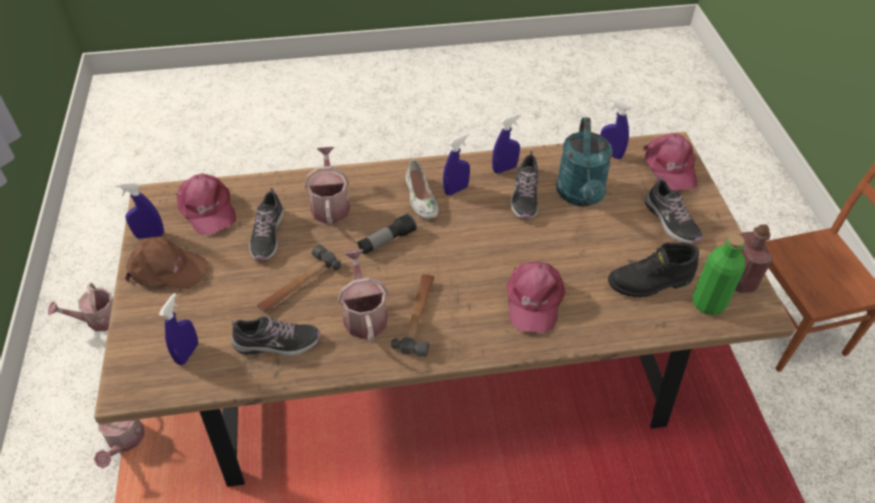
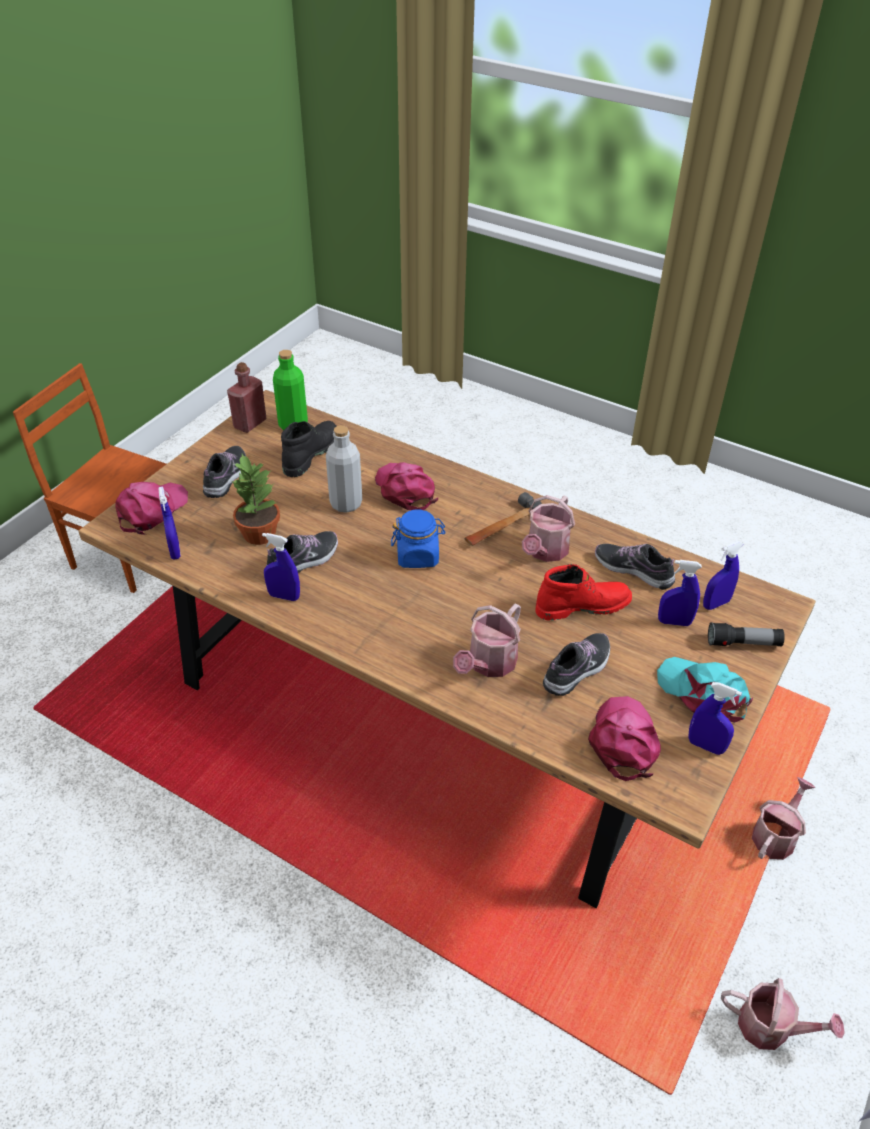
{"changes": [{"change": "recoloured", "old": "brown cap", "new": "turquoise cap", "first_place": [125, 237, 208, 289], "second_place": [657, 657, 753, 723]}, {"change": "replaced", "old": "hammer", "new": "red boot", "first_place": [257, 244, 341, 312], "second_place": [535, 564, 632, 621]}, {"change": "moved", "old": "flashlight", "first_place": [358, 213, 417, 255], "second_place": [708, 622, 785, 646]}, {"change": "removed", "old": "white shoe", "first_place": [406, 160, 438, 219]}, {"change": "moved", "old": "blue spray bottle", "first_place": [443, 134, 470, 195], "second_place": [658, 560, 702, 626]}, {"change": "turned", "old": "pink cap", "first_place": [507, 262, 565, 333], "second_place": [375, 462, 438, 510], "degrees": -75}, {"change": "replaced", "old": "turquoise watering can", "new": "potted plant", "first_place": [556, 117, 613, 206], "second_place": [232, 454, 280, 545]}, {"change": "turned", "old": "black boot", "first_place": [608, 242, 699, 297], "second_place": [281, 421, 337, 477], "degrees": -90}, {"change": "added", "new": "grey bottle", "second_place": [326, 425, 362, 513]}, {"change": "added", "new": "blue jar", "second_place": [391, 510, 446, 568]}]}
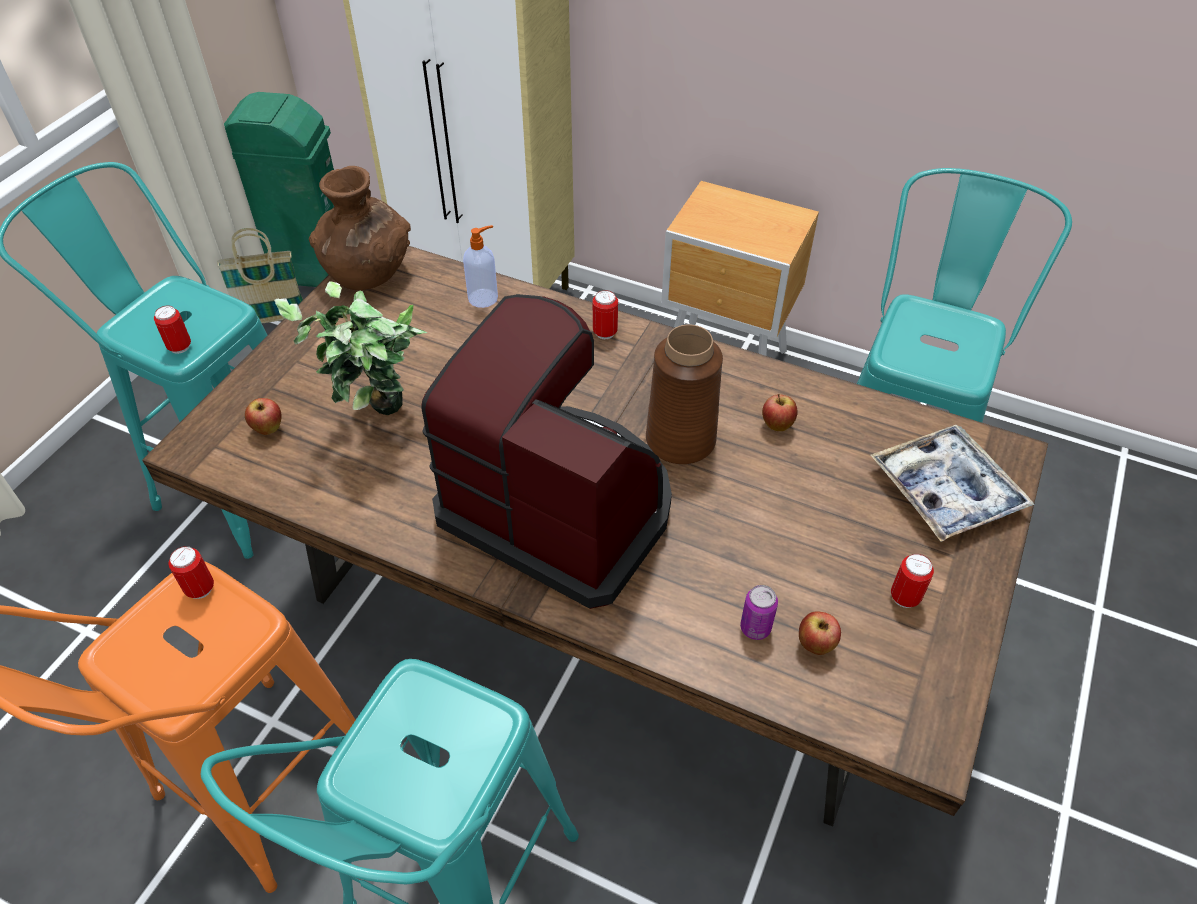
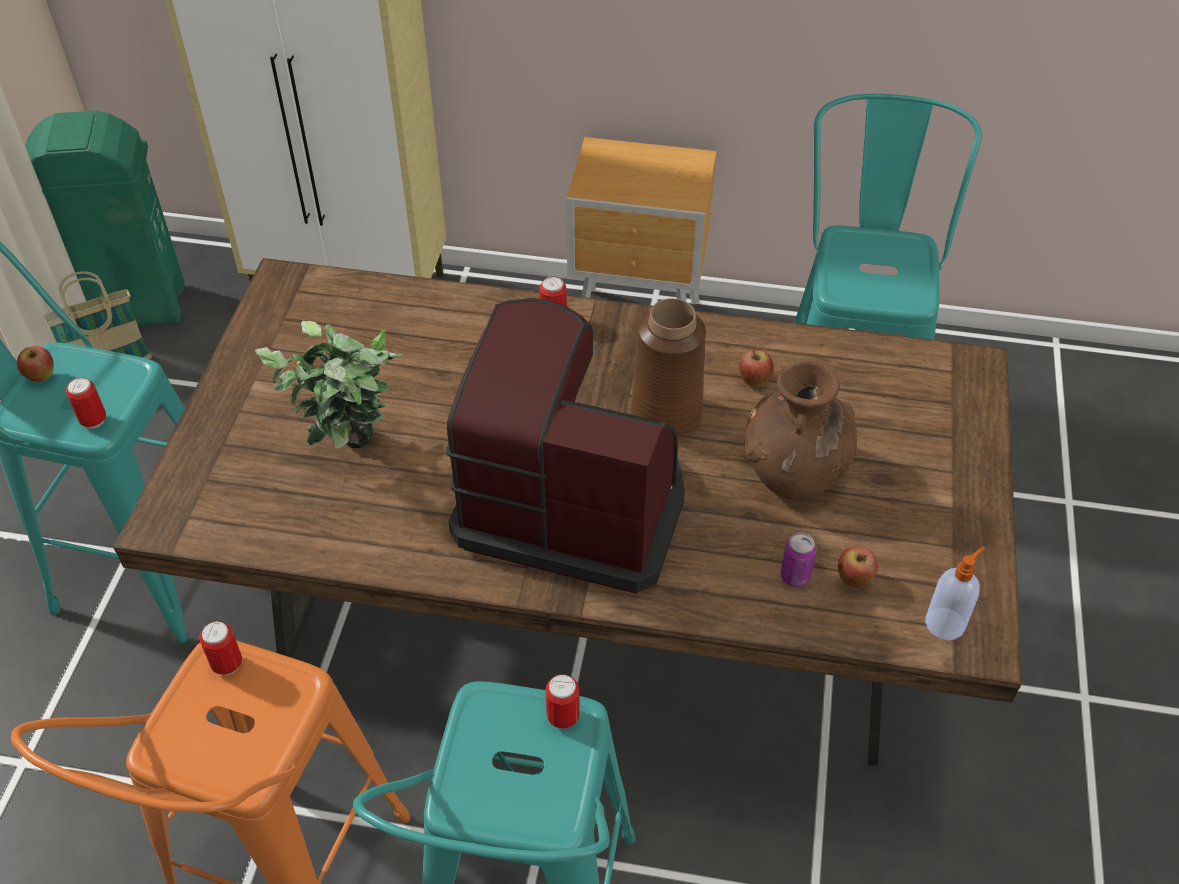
{"changes": [{"change": "moved", "old": "apple", "first_place": [245, 398, 281, 435], "second_place": [17, 346, 54, 382]}, {"change": "moved", "old": "brown vase", "first_place": [309, 166, 411, 290], "second_place": [745, 359, 857, 500]}, {"change": "moved", "old": "soap dispenser", "first_place": [463, 225, 498, 308], "second_place": [925, 546, 985, 640]}, {"change": "removed", "old": "tray", "first_place": [871, 425, 1034, 542]}, {"change": "moved", "old": "can", "first_place": [891, 554, 934, 608], "second_place": [546, 674, 580, 729]}]}
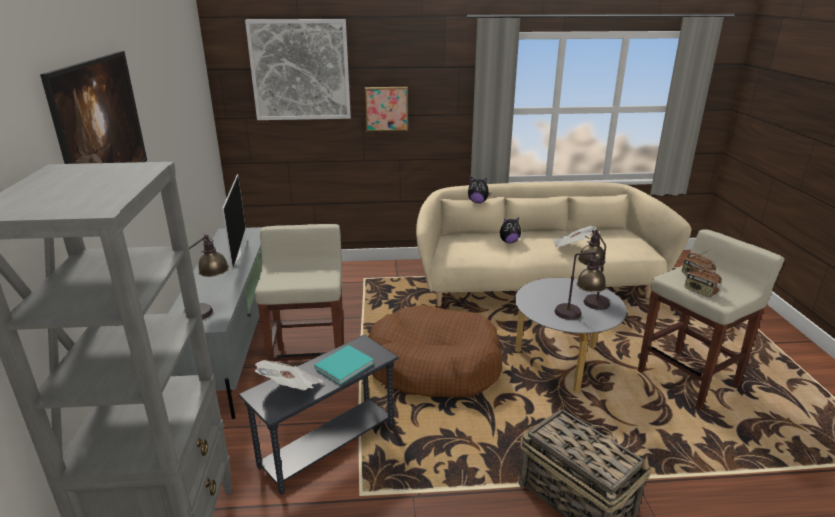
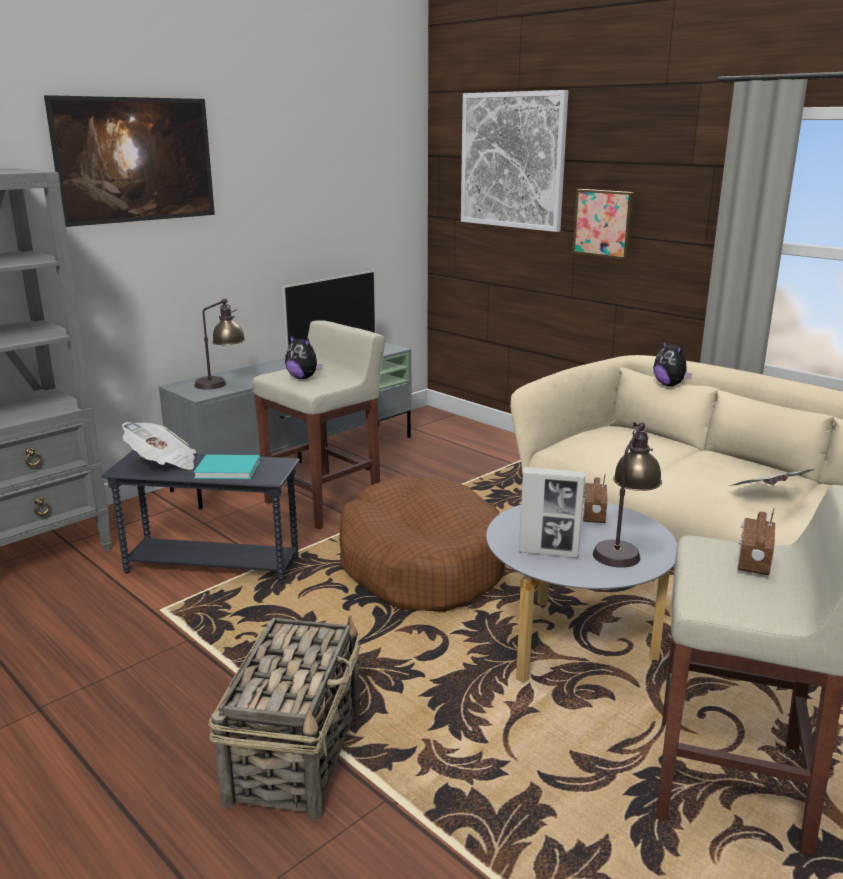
{"changes": [{"change": "moved", "old": "plush toy", "first_place": [500, 218, 521, 243], "second_place": [285, 335, 323, 379]}, {"change": "replaced", "old": "table lamp", "new": "picture frame", "first_place": [555, 251, 606, 320], "second_place": [519, 467, 586, 558]}, {"change": "moved", "old": "radio", "first_place": [685, 261, 722, 297], "second_place": [583, 472, 607, 523]}]}
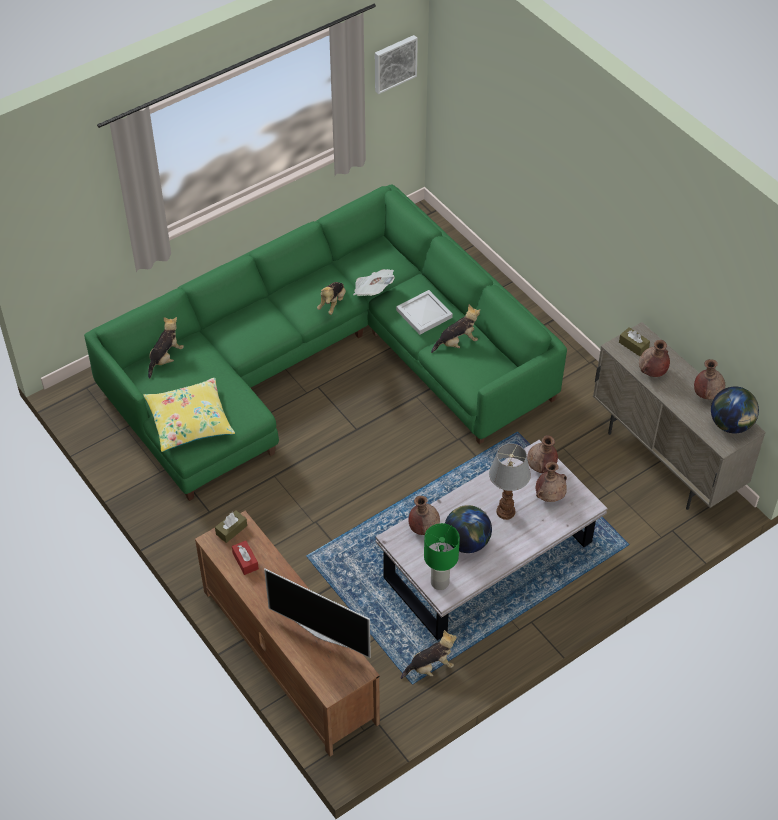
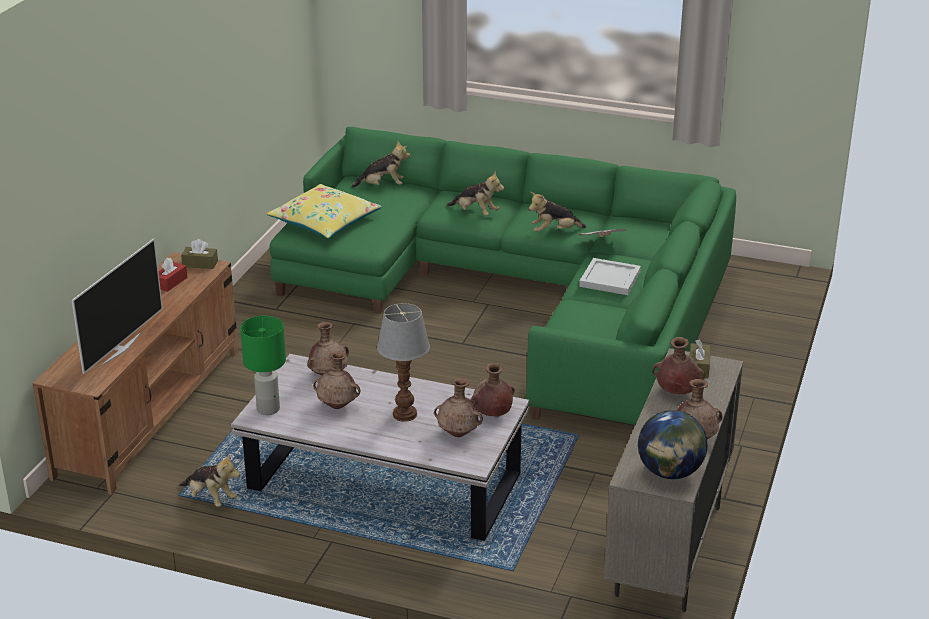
{"changes": [{"change": "turned", "old": "television", "first_place": [264, 569, 371, 658], "second_place": [72, 238, 163, 374], "degrees": -150}, {"change": "removed", "old": "picture", "first_place": [375, 35, 418, 94]}, {"change": "moved", "old": "plush toy", "first_place": [431, 305, 480, 353], "second_place": [447, 171, 504, 216]}, {"change": "replaced", "old": "globe", "new": "brown vase", "first_place": [445, 505, 492, 553], "second_place": [313, 352, 360, 409]}]}
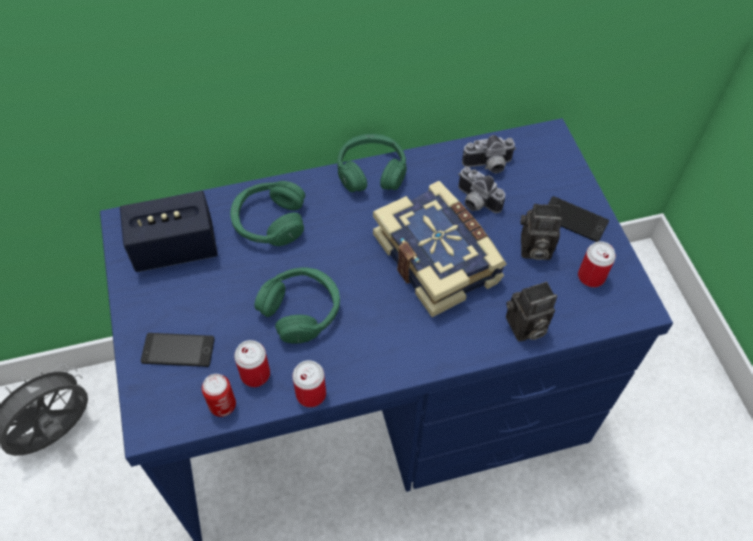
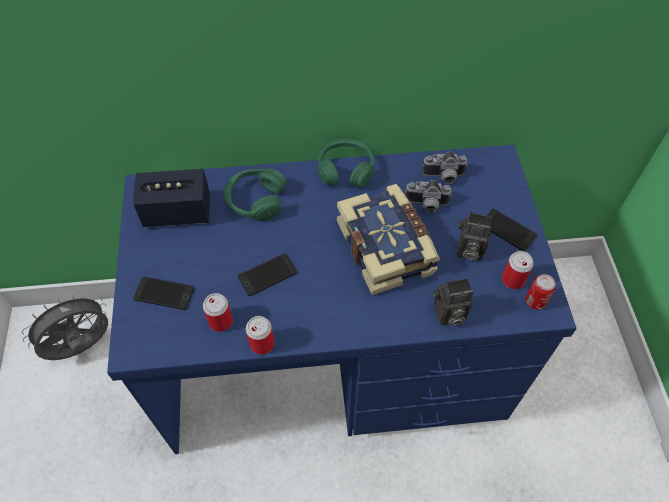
{"changes": [{"change": "moved", "old": "can", "first_place": [202, 374, 236, 417], "second_place": [526, 274, 556, 310]}, {"change": "replaced", "old": "green headphones", "new": "phone", "first_place": [254, 267, 340, 344], "second_place": [238, 253, 297, 296]}, {"change": "turned", "old": "photo camera", "first_place": [458, 167, 505, 213], "second_place": [405, 180, 452, 213], "degrees": -45}]}
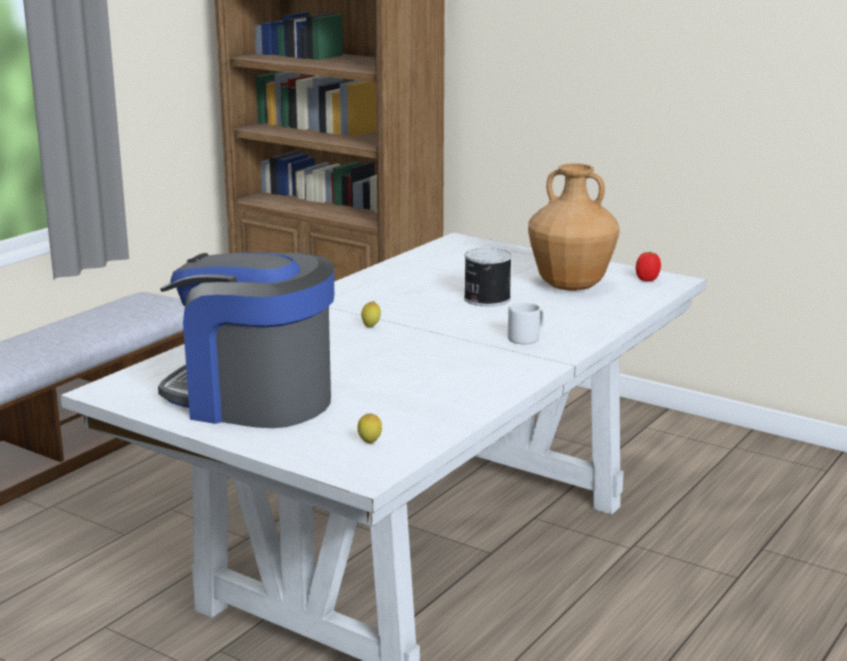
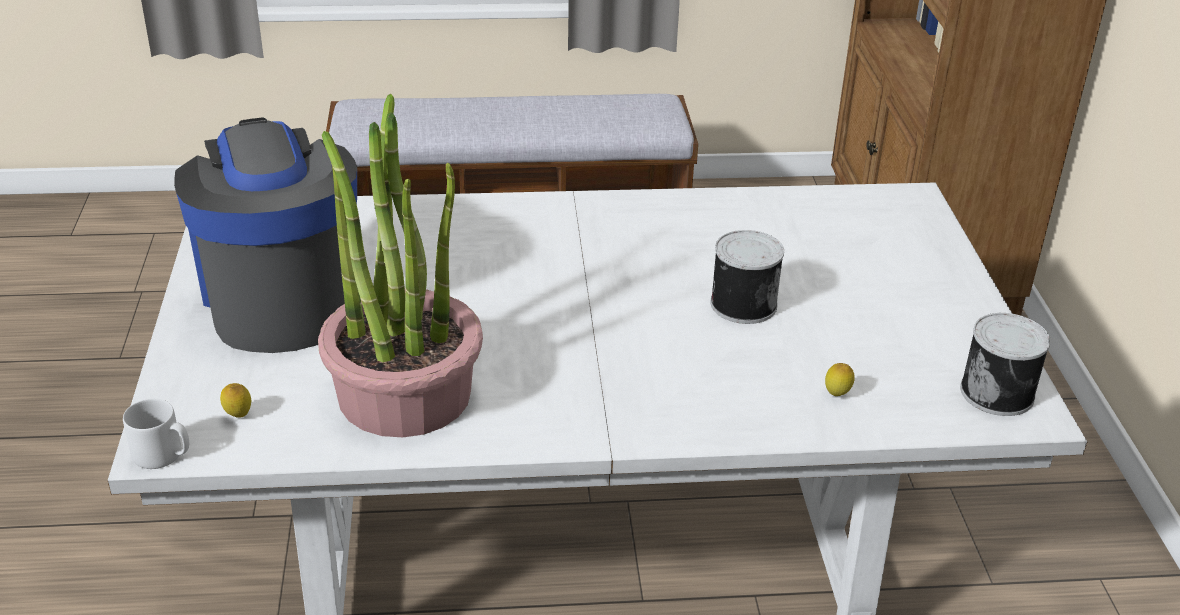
{"changes": [{"change": "moved", "old": "lemon", "first_place": [361, 301, 381, 327], "second_place": [825, 363, 855, 396]}, {"change": "moved", "old": "grey mug", "first_place": [508, 302, 544, 344], "second_place": [123, 399, 189, 469]}, {"change": "removed", "old": "brown vase", "first_place": [528, 163, 620, 291]}, {"change": "replaced", "old": "tomato", "new": "can", "first_place": [636, 251, 661, 281], "second_place": [960, 313, 1051, 416]}, {"change": "added", "new": "potted plant", "second_place": [318, 94, 483, 437]}]}
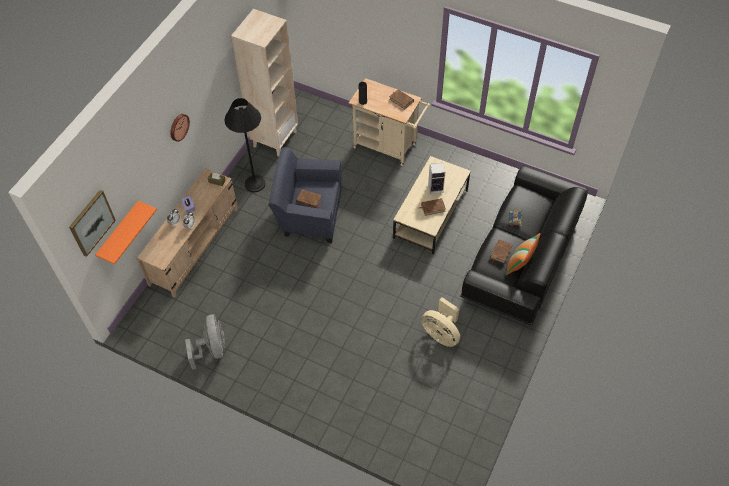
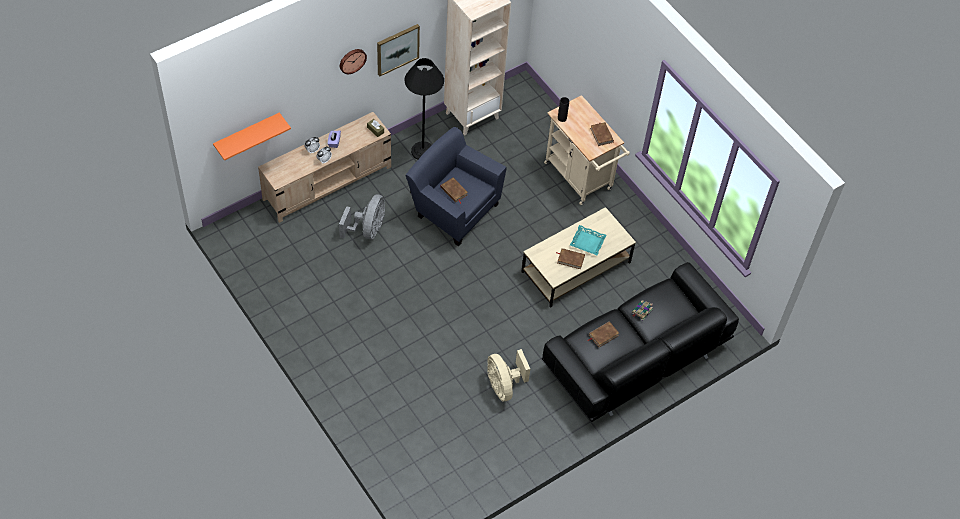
{"changes": [{"change": "moved", "old": "picture", "first_place": [69, 190, 116, 257], "second_place": [377, 24, 420, 76]}, {"change": "moved", "old": "grey fan", "first_place": [185, 314, 225, 370], "second_place": [339, 194, 385, 239]}, {"change": "replaced", "old": "speaker", "new": "turquoise tray", "first_place": [428, 163, 445, 194], "second_place": [570, 225, 607, 255]}, {"change": "removed", "old": "pillow", "first_place": [505, 233, 541, 276]}]}
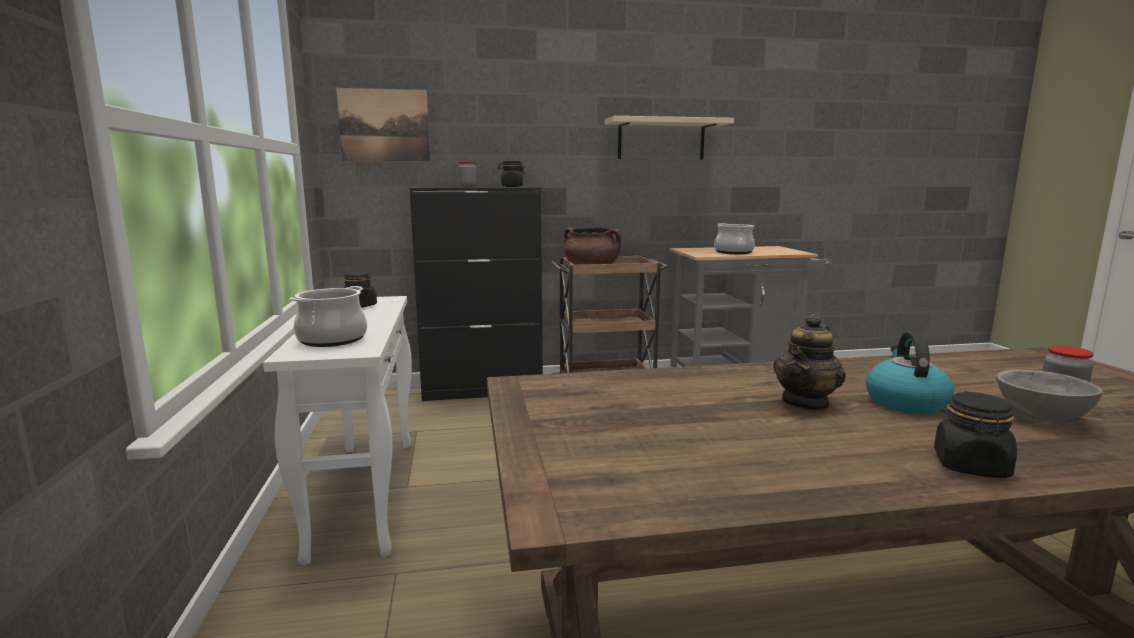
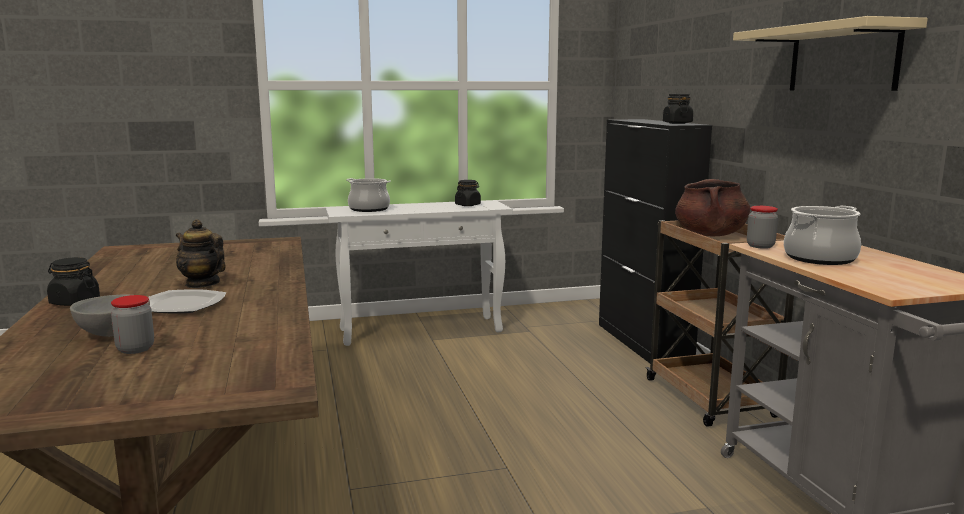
{"changes": [{"change": "removed", "old": "picture", "first_place": [336, 88, 430, 161]}, {"change": "moved", "old": "jar", "first_place": [459, 161, 477, 187], "second_place": [747, 206, 778, 249]}, {"change": "replaced", "old": "kettle", "new": "plate", "first_place": [866, 331, 954, 414], "second_place": [148, 289, 226, 313]}]}
